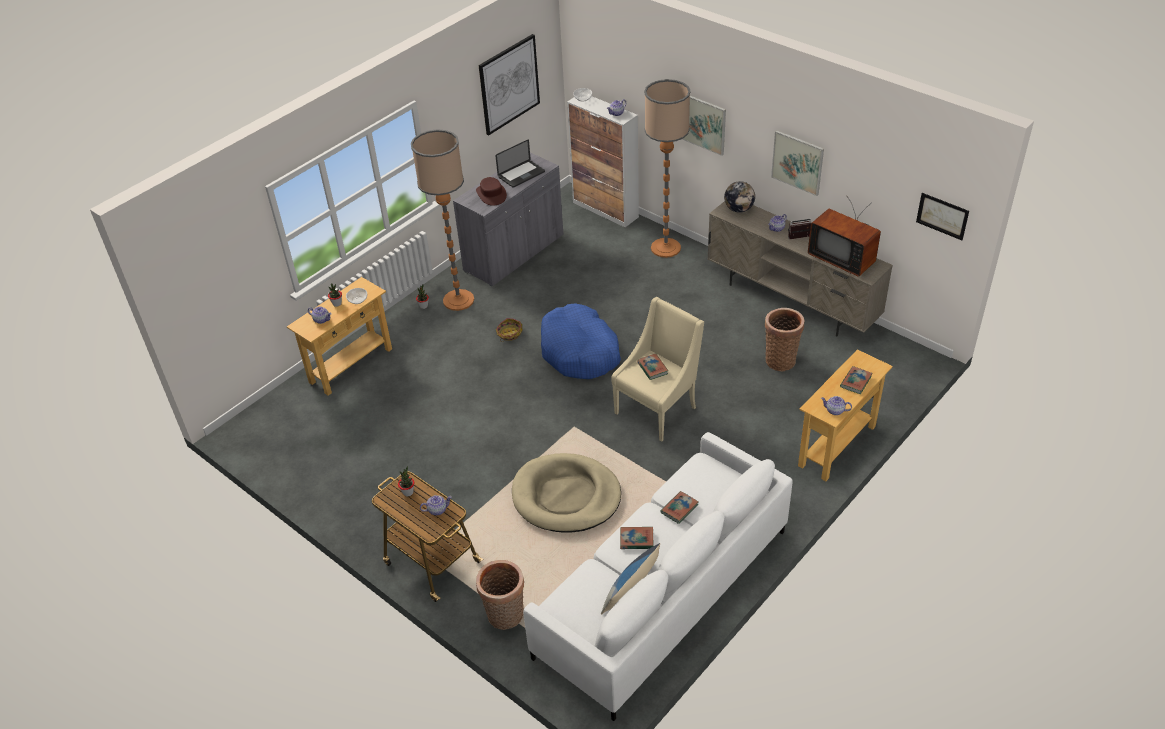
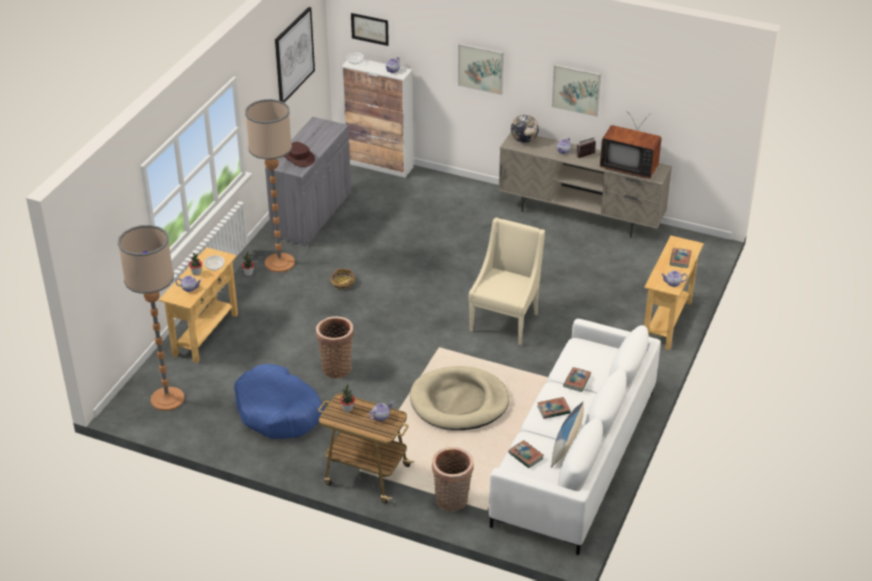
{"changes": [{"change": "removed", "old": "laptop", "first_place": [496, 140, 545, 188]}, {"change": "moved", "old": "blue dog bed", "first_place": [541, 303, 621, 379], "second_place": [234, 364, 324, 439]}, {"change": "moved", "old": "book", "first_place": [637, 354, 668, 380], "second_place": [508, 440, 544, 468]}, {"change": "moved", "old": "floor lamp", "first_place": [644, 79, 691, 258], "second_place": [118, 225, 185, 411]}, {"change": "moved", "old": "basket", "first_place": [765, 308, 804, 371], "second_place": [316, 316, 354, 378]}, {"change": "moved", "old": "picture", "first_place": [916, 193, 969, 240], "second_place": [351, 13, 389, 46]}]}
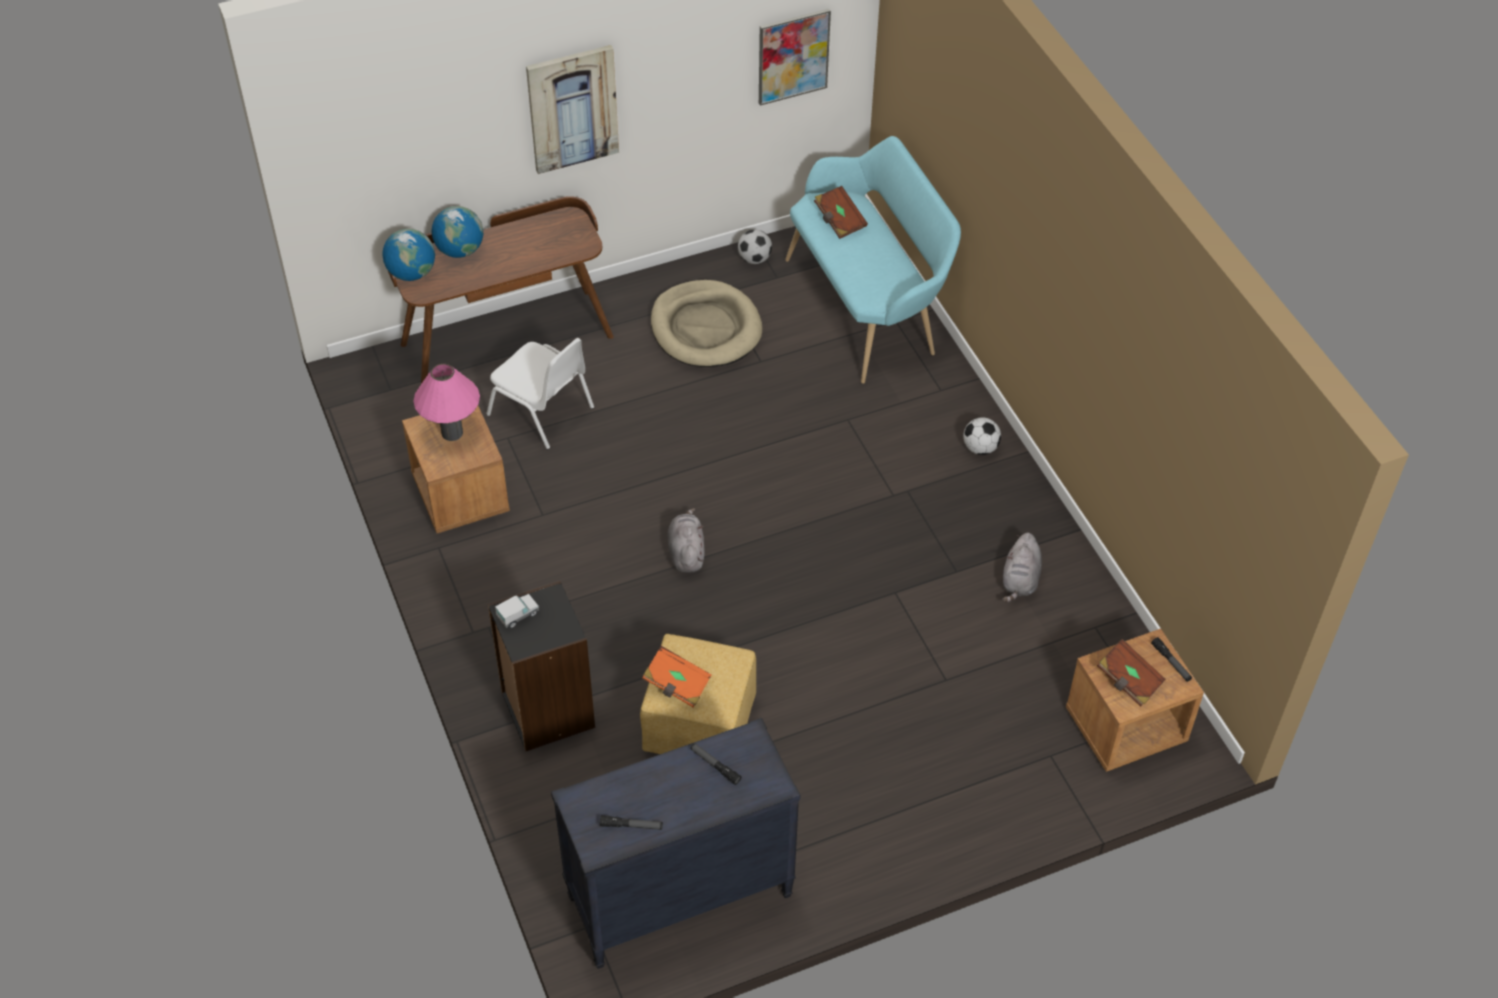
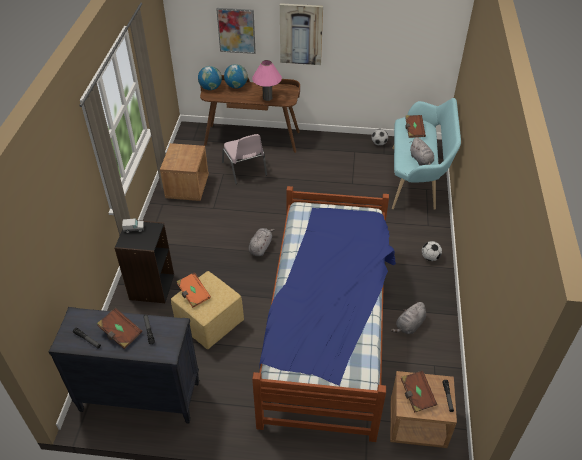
{"changes": [{"change": "moved", "old": "pink table lamp", "first_place": [413, 364, 480, 441], "second_place": [252, 60, 282, 101]}, {"change": "recoloured", "old": "white chair", "new": "pink chair", "first_place": [486, 338, 594, 449], "second_place": [222, 134, 267, 184]}, {"change": "removed", "old": "beige dog bed", "first_place": [651, 280, 762, 367]}, {"change": "moved", "old": "picture", "first_place": [759, 9, 831, 106], "second_place": [216, 8, 256, 54]}, {"change": "added", "new": "brown book", "second_place": [97, 308, 142, 349]}, {"change": "added", "new": "bed", "second_place": [252, 186, 396, 442]}, {"change": "added", "new": "grey plush toy", "second_place": [410, 137, 434, 166]}]}
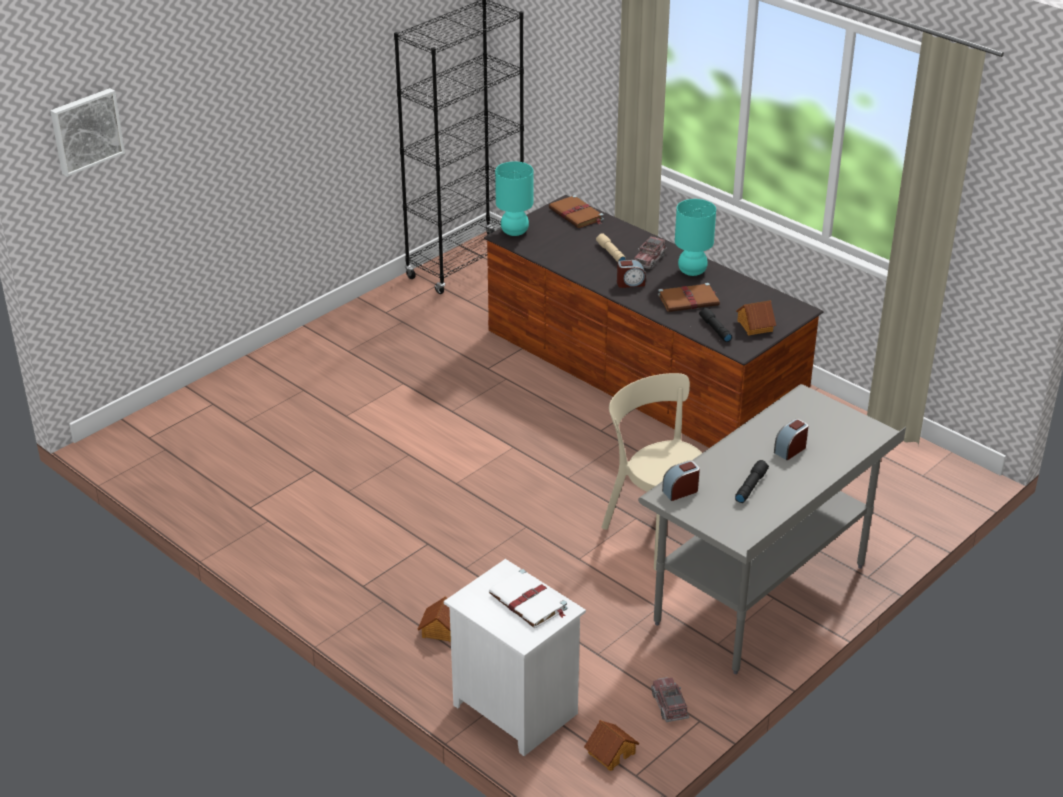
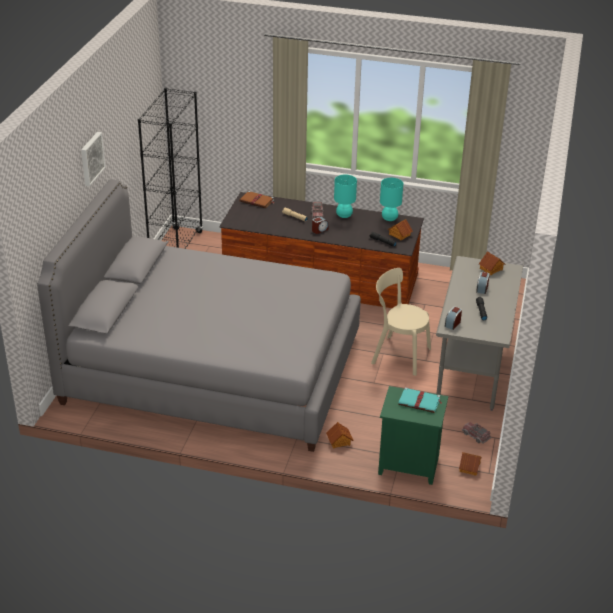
{"changes": [{"change": "moved", "old": "picture", "first_place": [50, 88, 125, 177], "second_place": [81, 132, 105, 186]}, {"change": "recoloured", "old": "white nightstand", "new": "green nightstand", "first_place": [444, 559, 586, 756], "second_place": [378, 386, 448, 485]}, {"change": "recoloured", "old": "white book", "new": "turquoise book", "first_place": [489, 569, 567, 628], "second_place": [398, 387, 442, 413]}, {"change": "moved", "old": "turquoise table lamp", "first_place": [495, 161, 533, 236], "second_place": [380, 178, 403, 221]}, {"change": "removed", "old": "brown book", "first_place": [658, 283, 720, 312]}, {"change": "added", "new": "grey bed", "second_place": [37, 179, 361, 452]}, {"change": "added", "new": "toy house", "second_place": [479, 251, 506, 275]}]}
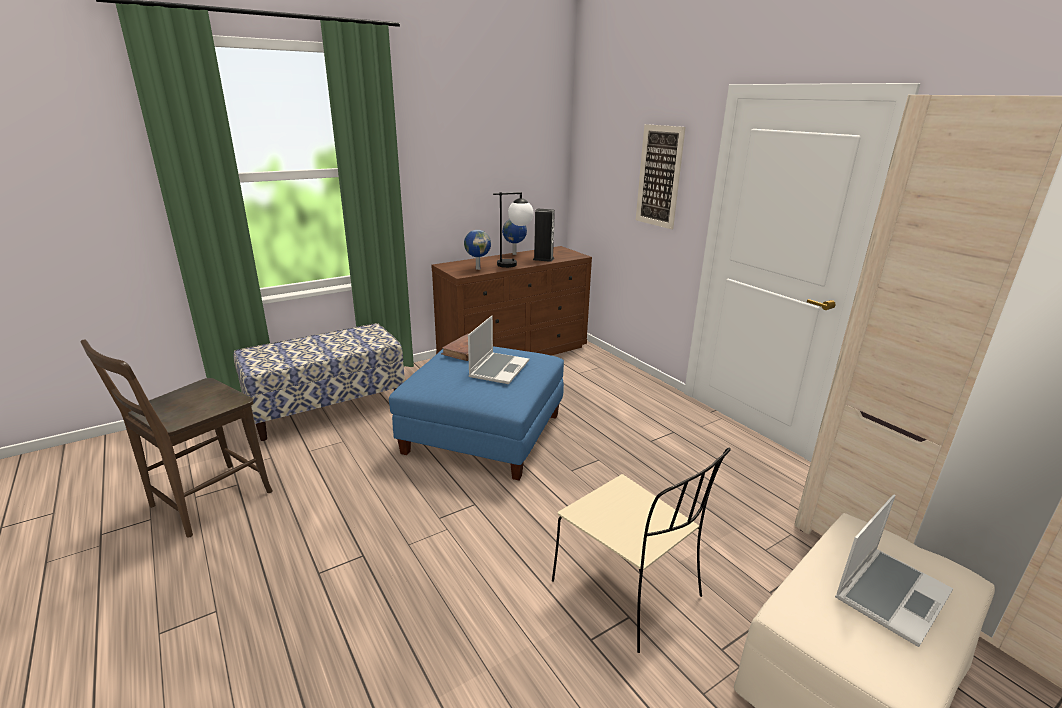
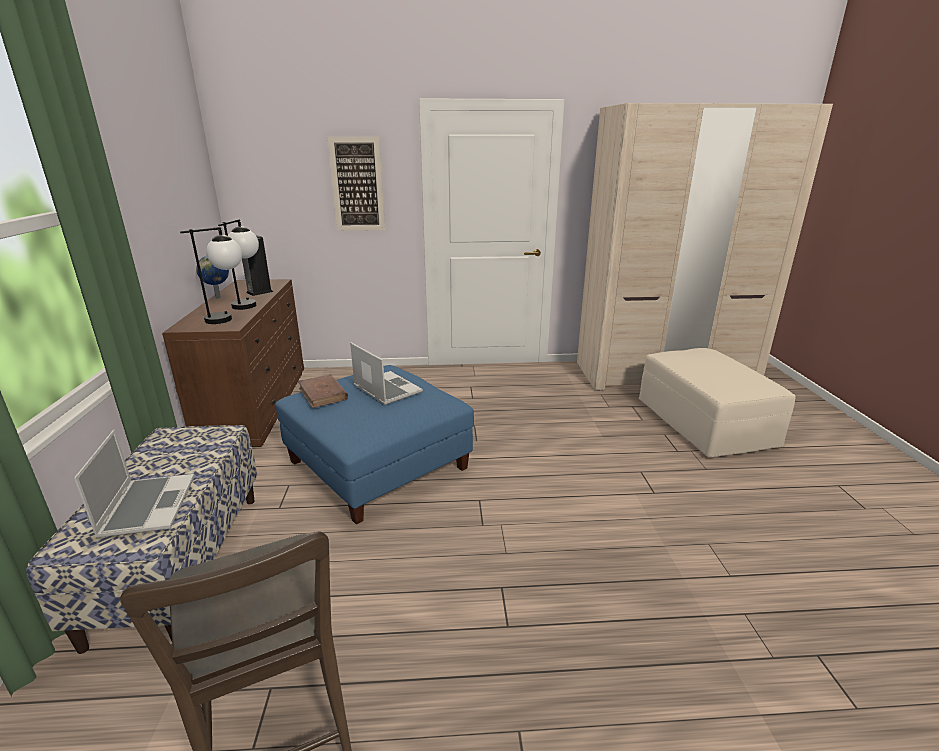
{"changes": [{"change": "replaced", "old": "globe", "new": "table lamp", "first_place": [464, 230, 491, 270], "second_place": [180, 227, 242, 324]}, {"change": "removed", "old": "beige chair", "first_place": [552, 448, 731, 653]}, {"change": "moved", "old": "laptop", "first_place": [835, 495, 953, 647], "second_place": [74, 429, 194, 538]}]}
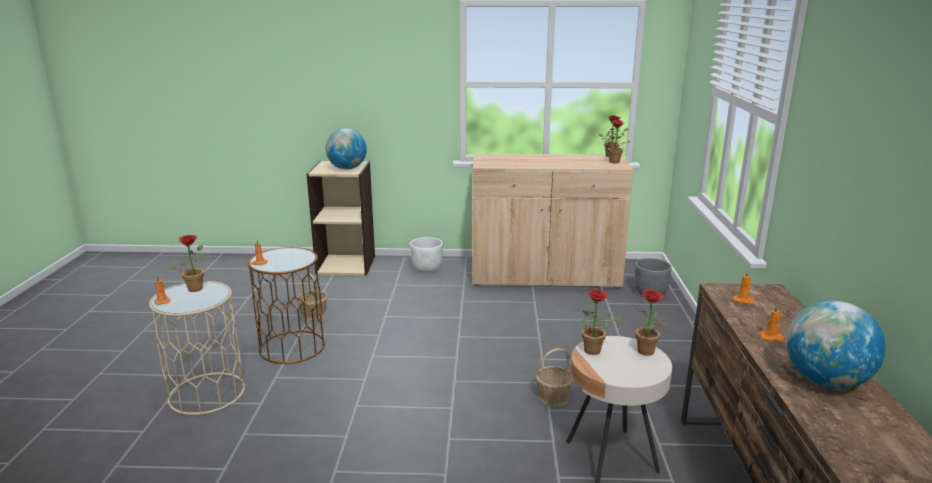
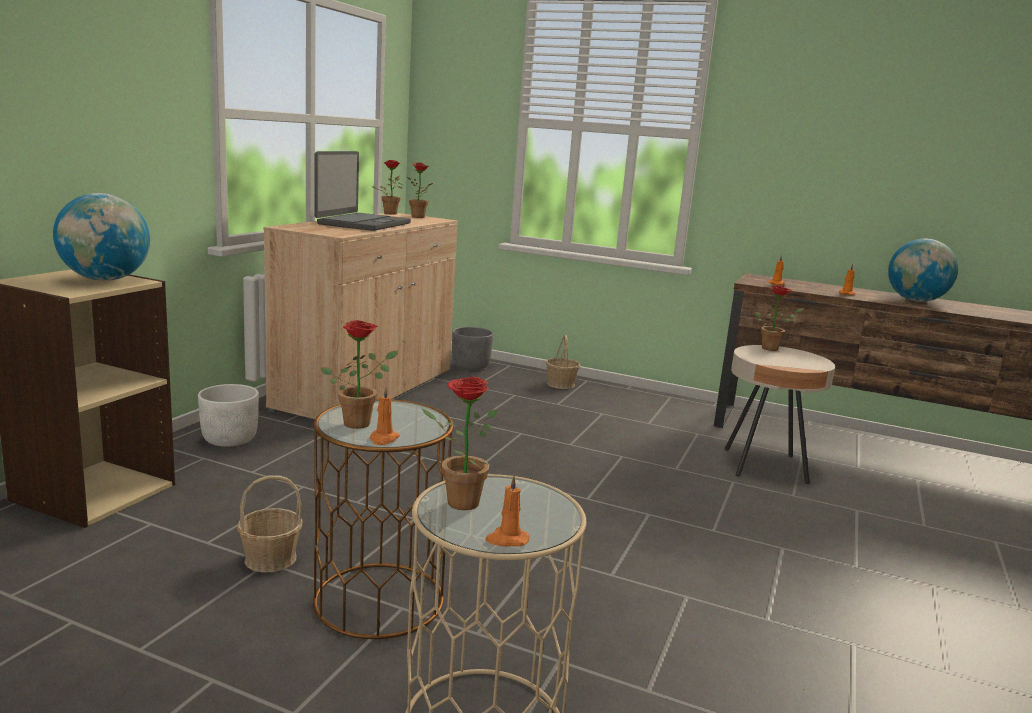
{"changes": [{"change": "moved", "old": "basket", "first_place": [535, 348, 574, 407], "second_place": [546, 335, 580, 389]}, {"change": "moved", "old": "potted plant", "first_place": [582, 289, 622, 355], "second_place": [321, 320, 398, 429]}, {"change": "added", "new": "laptop", "second_place": [314, 151, 411, 231]}]}
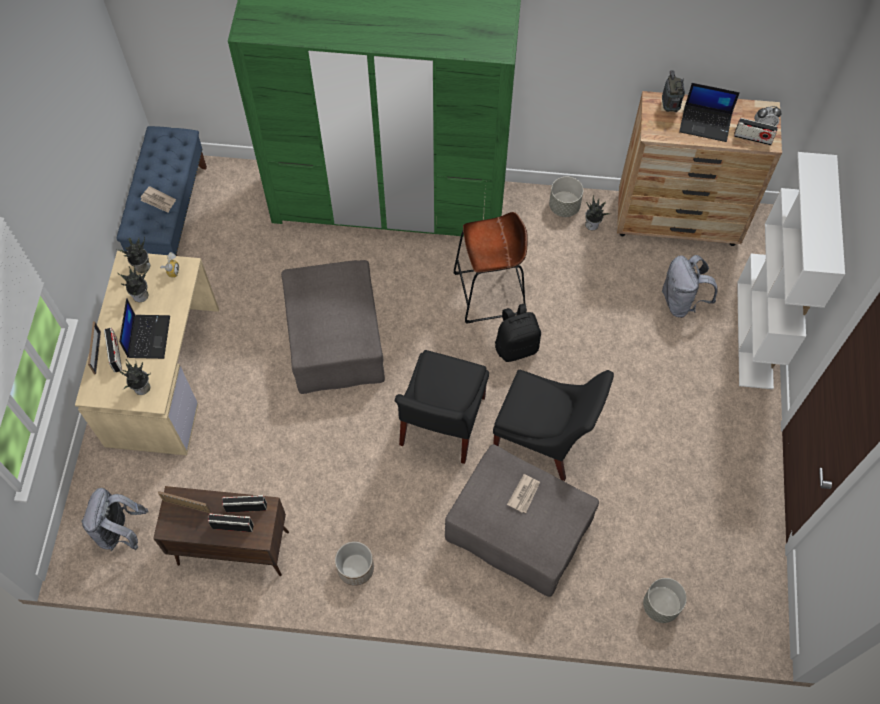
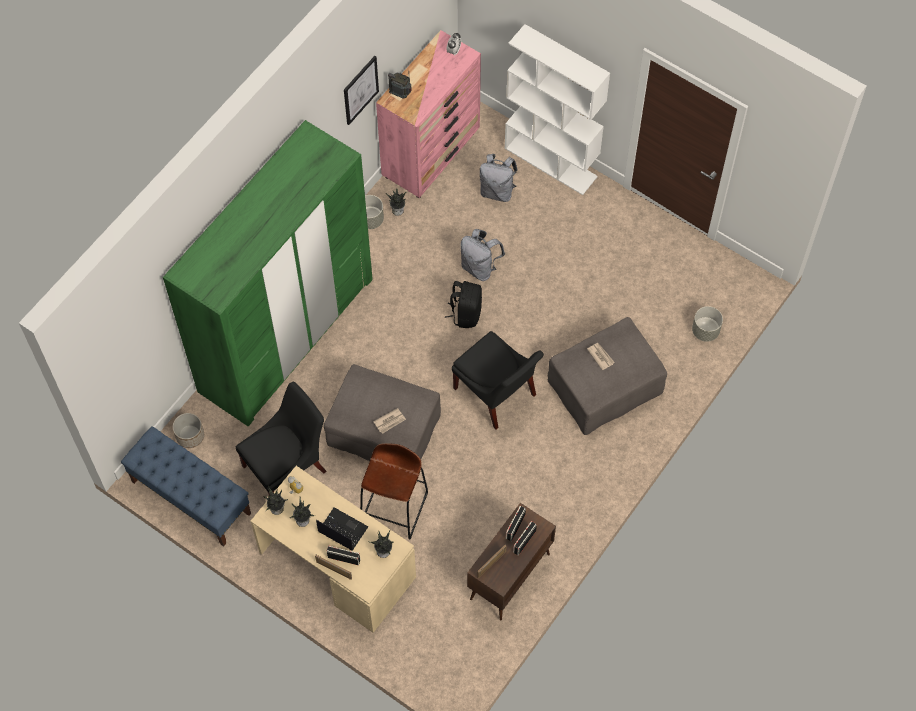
{"changes": [{"change": "moved", "old": "grey backpack", "first_place": [81, 488, 148, 551], "second_place": [460, 229, 505, 281]}, {"change": "moved", "old": "newspaper", "first_place": [140, 186, 176, 213], "second_place": [373, 408, 406, 434]}, {"change": "moved", "old": "planter", "first_place": [335, 541, 374, 586], "second_place": [173, 413, 204, 448]}, {"change": "moved", "old": "brown stool", "first_place": [454, 212, 528, 324], "second_place": [360, 443, 428, 539]}, {"change": "moved", "old": "black chair", "first_place": [493, 370, 614, 481], "second_place": [236, 382, 327, 496]}, {"change": "recoloured", "old": "brown dresser", "new": "pink dresser", "first_place": [617, 91, 782, 246], "second_place": [376, 30, 481, 198]}, {"change": "removed", "old": "laptop", "first_place": [679, 83, 740, 142]}, {"change": "removed", "old": "radio", "first_place": [734, 118, 778, 145]}, {"change": "added", "new": "picture", "second_place": [344, 56, 379, 125]}]}
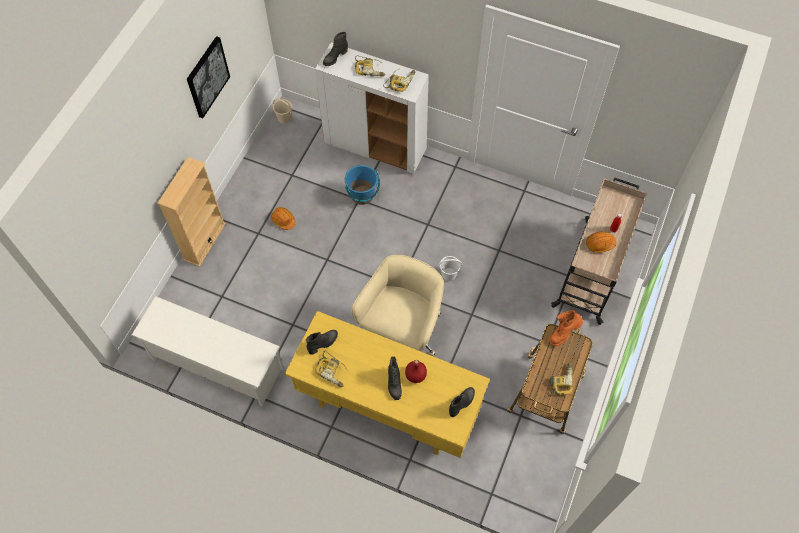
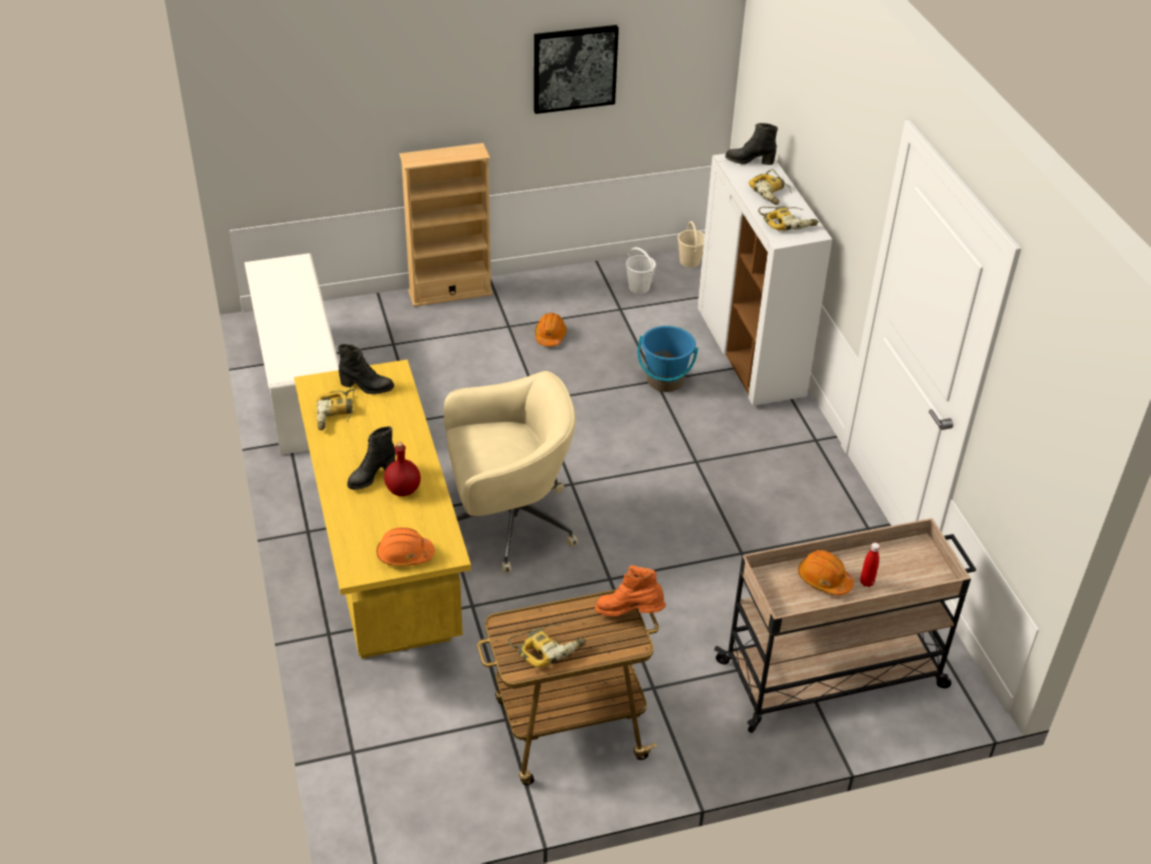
{"changes": [{"change": "moved", "old": "white bucket", "first_place": [438, 256, 462, 281], "second_place": [626, 247, 656, 294]}, {"change": "replaced", "old": "black boot", "new": "orange hard hat", "first_place": [449, 387, 475, 417], "second_place": [376, 527, 435, 566]}]}
